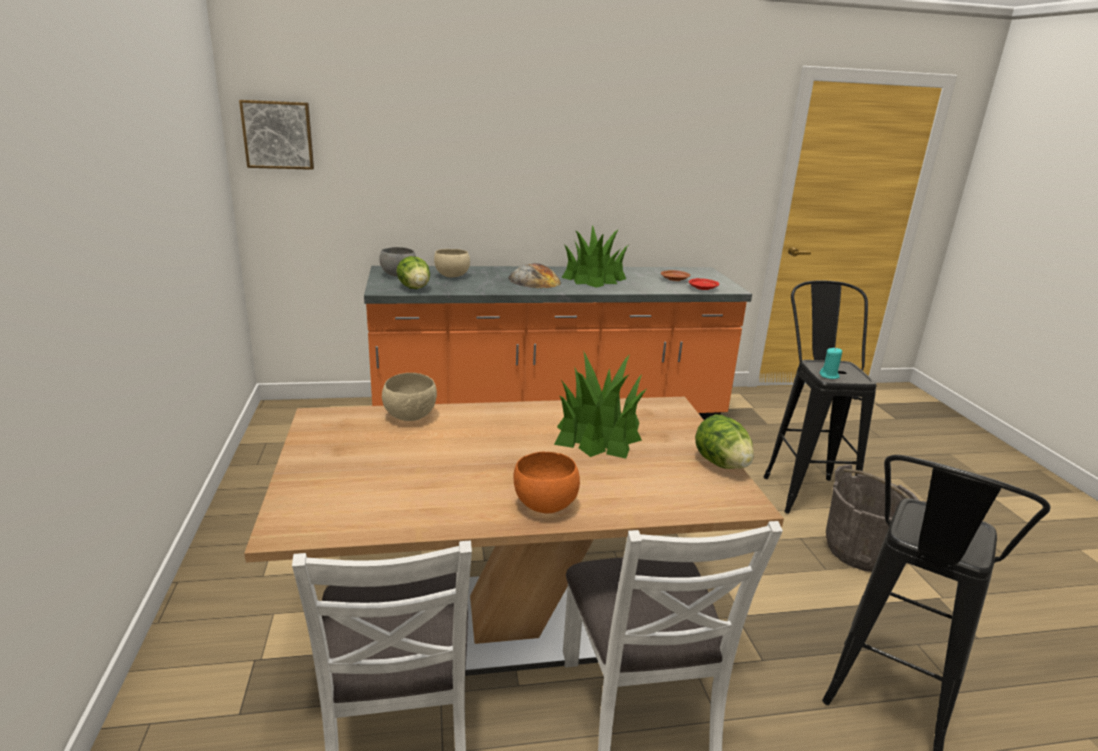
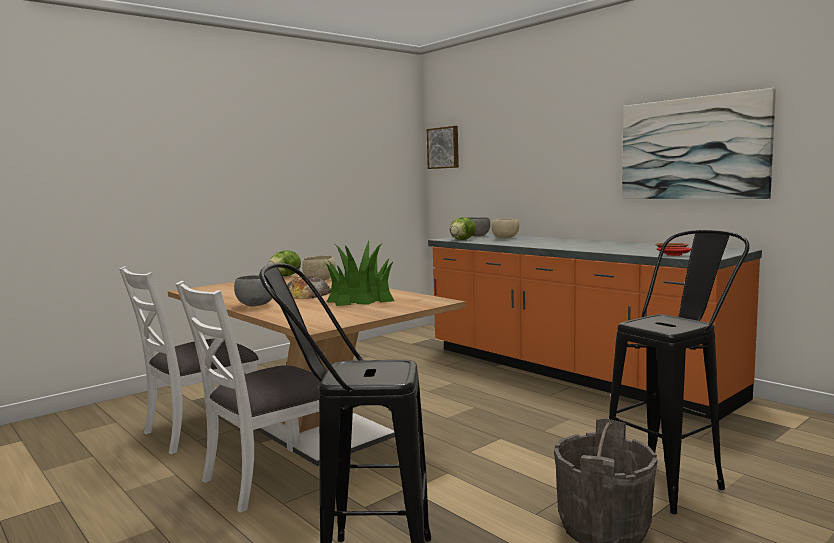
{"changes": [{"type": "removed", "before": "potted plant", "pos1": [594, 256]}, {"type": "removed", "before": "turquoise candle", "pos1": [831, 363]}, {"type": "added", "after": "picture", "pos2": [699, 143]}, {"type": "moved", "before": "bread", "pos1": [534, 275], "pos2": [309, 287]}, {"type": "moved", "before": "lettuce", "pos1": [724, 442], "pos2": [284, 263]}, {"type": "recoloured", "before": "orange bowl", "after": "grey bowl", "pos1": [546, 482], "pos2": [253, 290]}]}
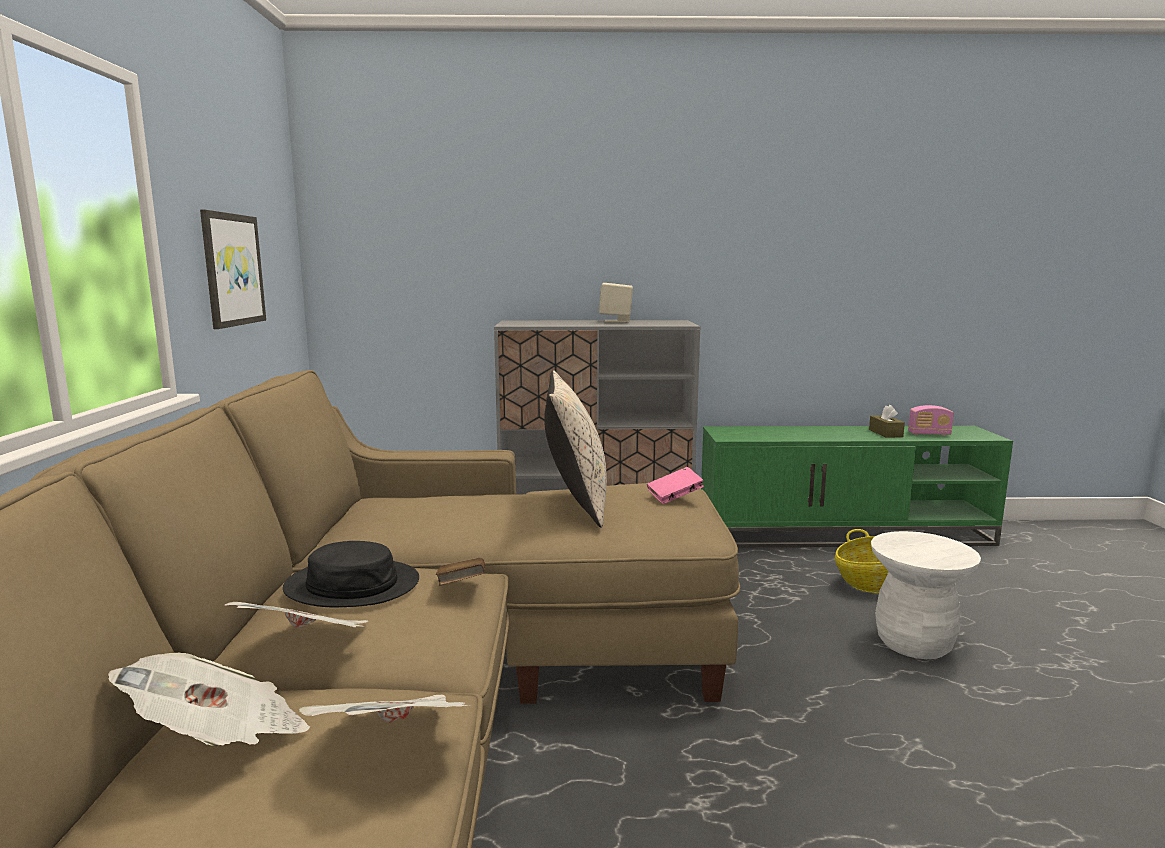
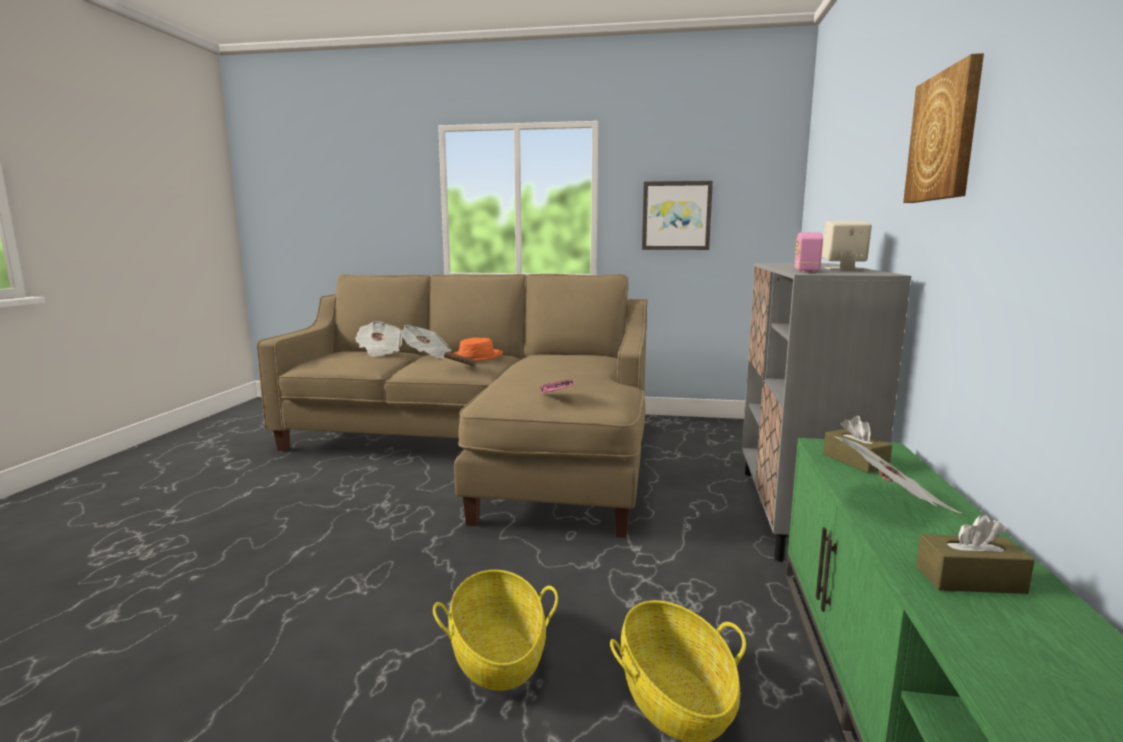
{"changes": [{"type": "removed", "before": "beige pillow", "pos1": [575, 449]}, {"type": "added", "after": "brown tissue box", "pos2": [857, 444]}, {"type": "added", "after": "picture", "pos2": [943, 128]}, {"type": "moved", "before": "newspaper", "pos1": [383, 709], "pos2": [897, 474]}, {"type": "moved", "before": "radio", "pos1": [931, 420], "pos2": [809, 252]}, {"type": "replaced", "before": "white stool", "after": "basket", "pos1": [926, 595], "pos2": [495, 630]}, {"type": "recoloured", "before": "black hat", "after": "orange hat", "pos1": [351, 574], "pos2": [478, 349]}]}
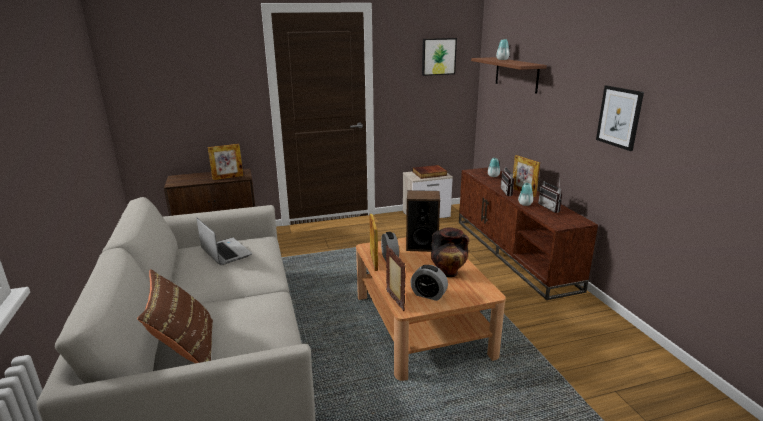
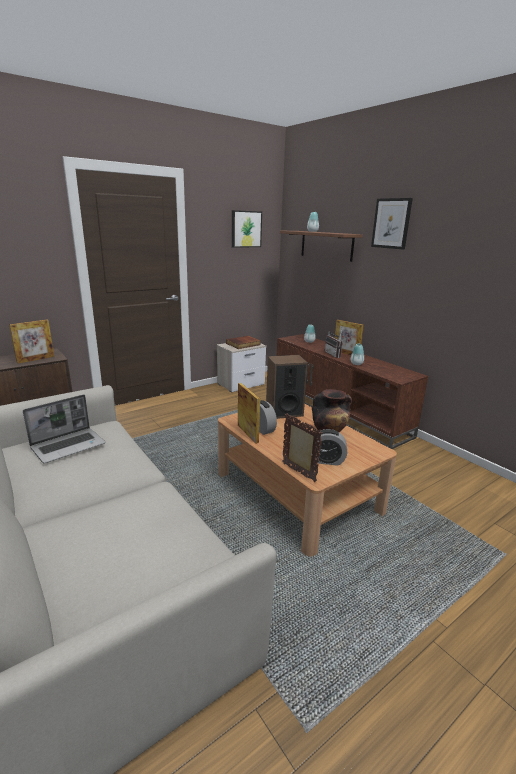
{"changes": [{"type": "removed", "before": "brown pillow", "pos1": [175, 316]}, {"type": "removed", "before": "radio", "pos1": [550, 195]}, {"type": "moved", "before": "picture", "pos1": [620, 118], "pos2": [392, 224]}, {"type": "turned", "before": "laptop", "pos1": [224, 241], "pos2": [64, 429], "turn": 105}]}
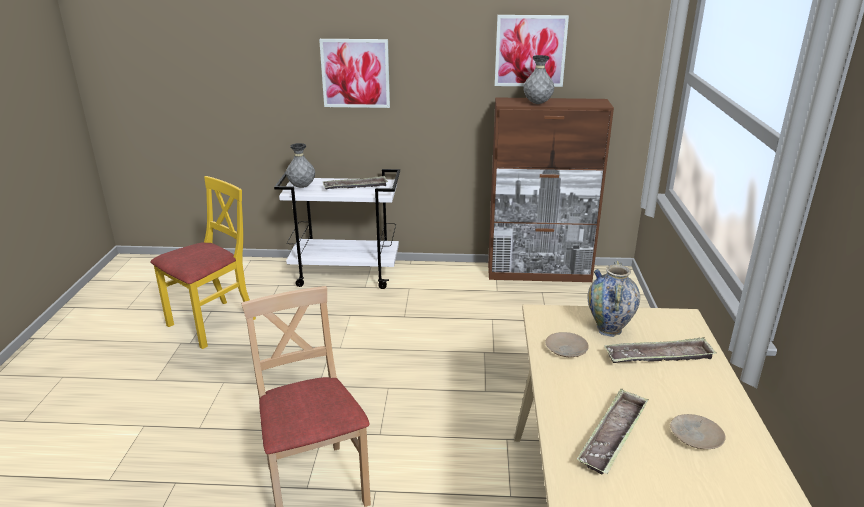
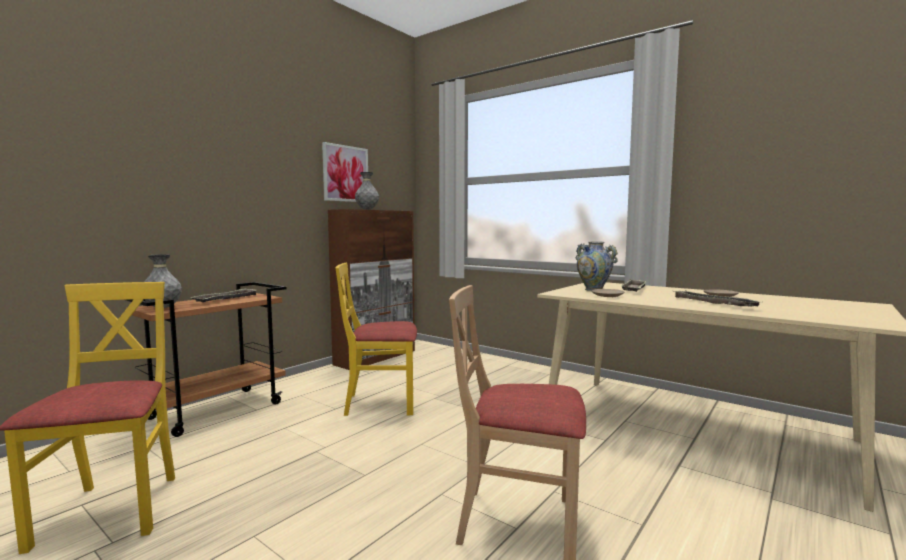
{"changes": [{"type": "removed", "before": "picture", "pos1": [354, 73]}, {"type": "added", "after": "yellow chair", "pos2": [376, 339]}, {"type": "recoloured", "before": "white cart", "after": "brown cart", "pos1": [337, 229], "pos2": [206, 359]}]}
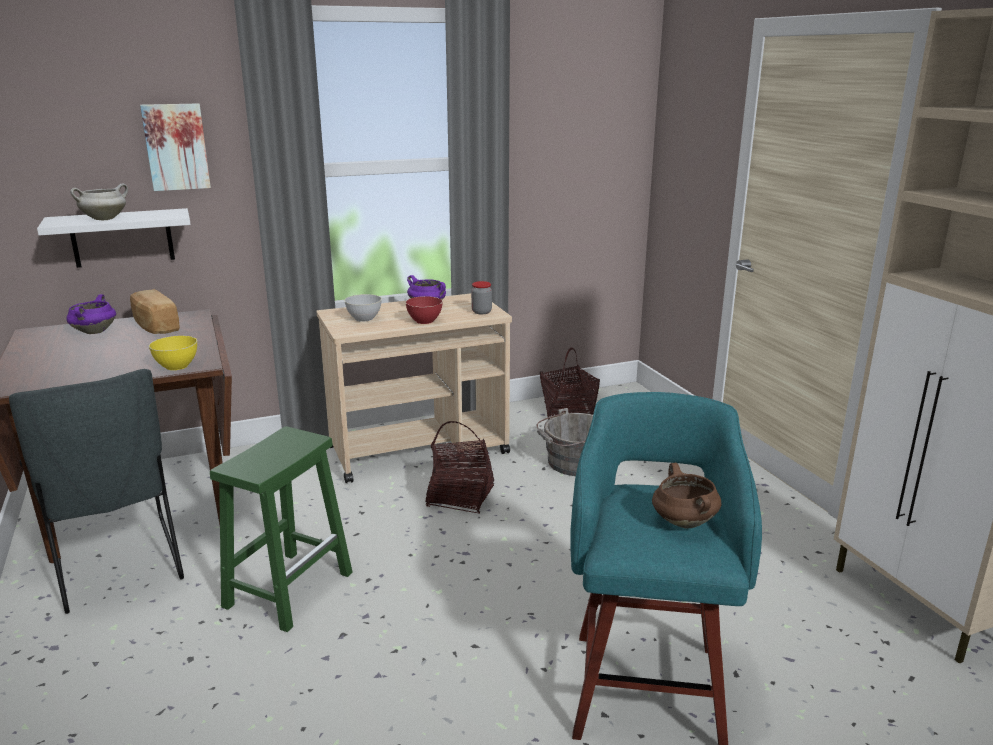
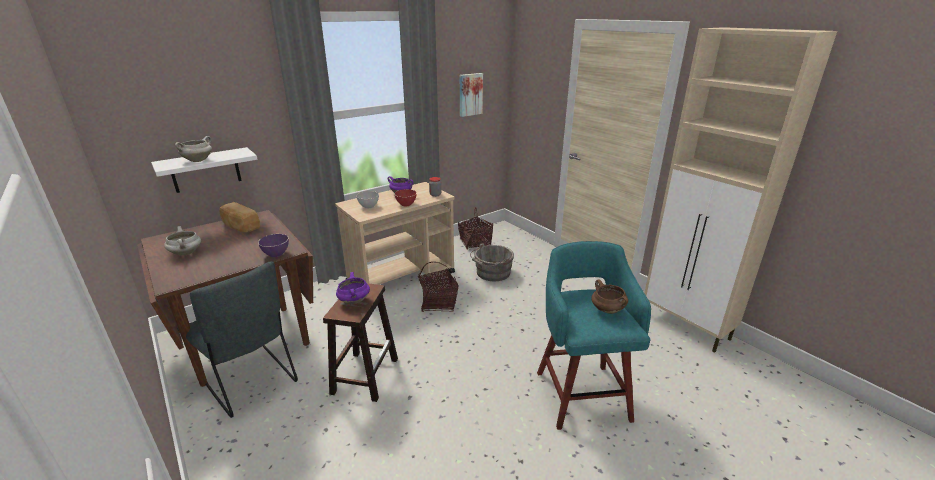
{"changes": [{"type": "added", "after": "white cooking pot", "pos2": [182, 241]}, {"type": "moved", "before": "purple cooking pot", "pos1": [91, 314], "pos2": [353, 288]}, {"type": "moved", "before": "picture", "pos1": [175, 147], "pos2": [471, 95]}, {"type": "recoloured", "before": "yellow bowl", "after": "purple bowl", "pos1": [173, 353], "pos2": [273, 245]}, {"type": "recoloured", "before": "green stool", "after": "brown stool", "pos1": [281, 529], "pos2": [360, 342]}]}
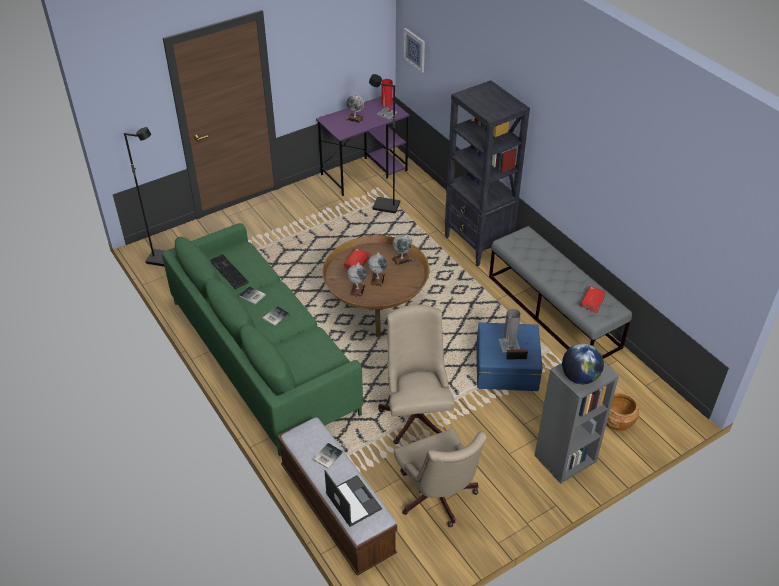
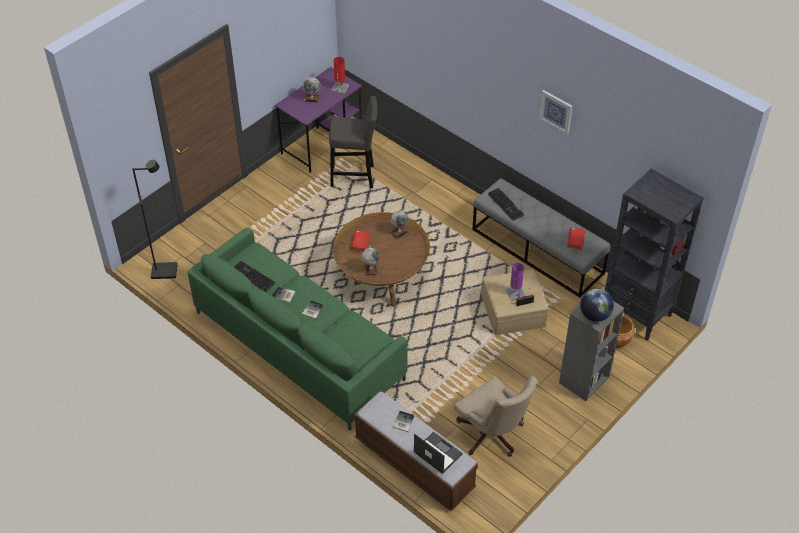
{"changes": [{"type": "removed", "before": "globe", "pos1": [377, 269]}, {"type": "removed", "before": "beige office chair", "pos1": [416, 374]}, {"type": "added", "after": "keyboard", "pos2": [506, 204]}, {"type": "moved", "before": "picture", "pos1": [414, 50], "pos2": [556, 112]}, {"type": "moved", "before": "black bookcase", "pos1": [487, 173], "pos2": [654, 254]}, {"type": "replaced", "before": "black floor lamp", "after": "grey stool", "pos1": [384, 143], "pos2": [353, 142]}, {"type": "recoloured", "before": "blue storage box", "after": "beige storage box", "pos1": [509, 356], "pos2": [515, 302]}, {"type": "recoloured", "before": "grey table lamp", "after": "purple table lamp", "pos1": [510, 331], "pos2": [515, 282]}]}
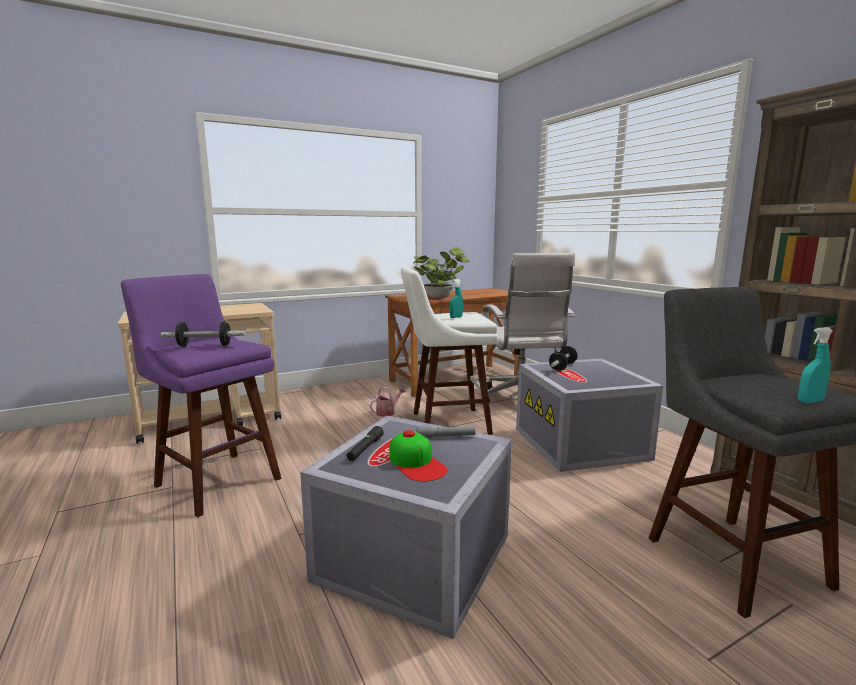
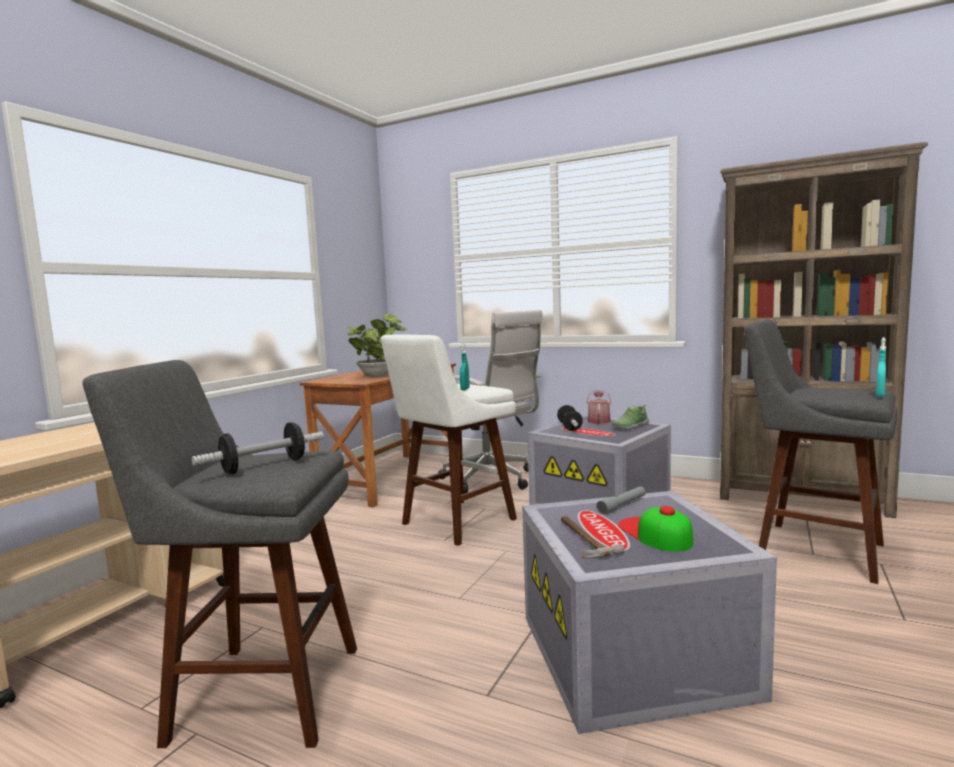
{"changes": [{"type": "added", "after": "shoe", "pos2": [630, 417]}, {"type": "moved", "before": "watering can", "pos1": [388, 401], "pos2": [598, 406]}, {"type": "replaced", "before": "black flashlight", "after": "hammer", "pos1": [365, 443], "pos2": [592, 537]}, {"type": "recoloured", "before": "purple stool", "after": "grey stool", "pos1": [201, 395], "pos2": [220, 554]}, {"type": "turned", "before": "cap", "pos1": [418, 456], "pos2": [655, 529], "turn": -135}]}
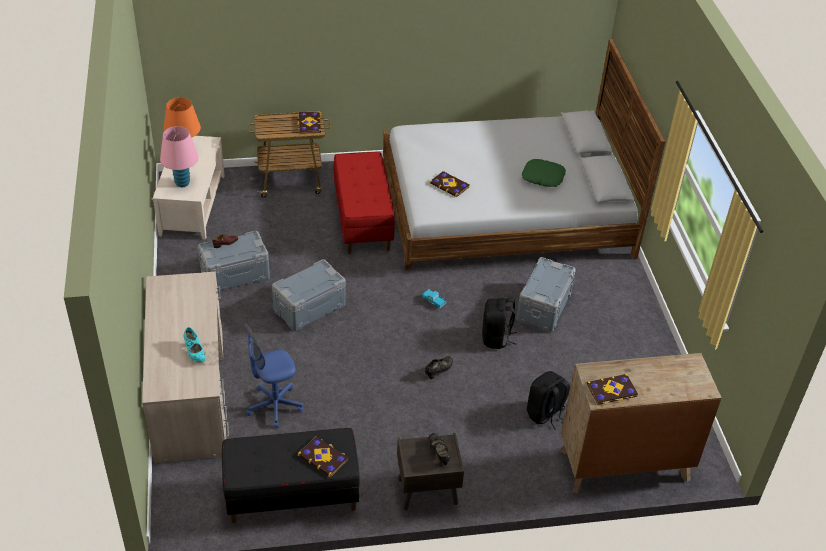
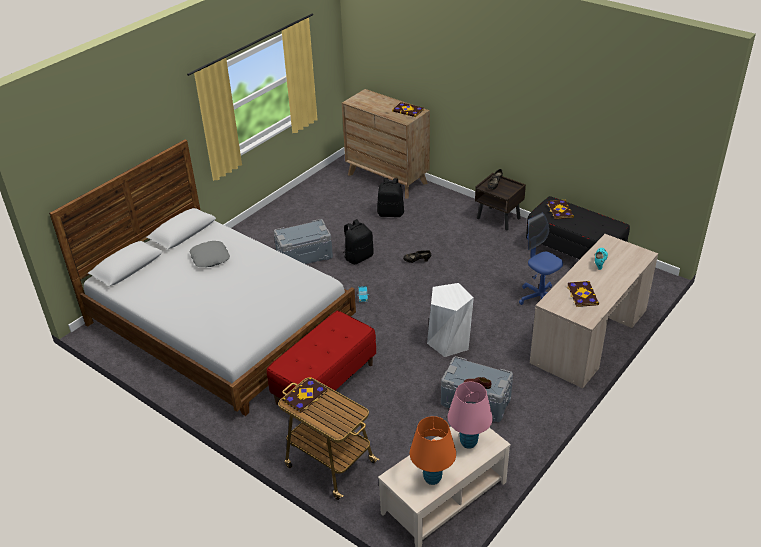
{"changes": [{"type": "moved", "before": "book", "pos1": [450, 184], "pos2": [582, 294]}, {"type": "replaced", "before": "grey storage box", "after": "white stool", "pos1": [309, 295], "pos2": [450, 320]}, {"type": "recoloured", "before": "green pillow", "after": "grey pillow", "pos1": [544, 173], "pos2": [209, 254]}, {"type": "turned", "before": "blue office chair", "pos1": [274, 375], "pos2": [541, 259], "turn": -150}]}
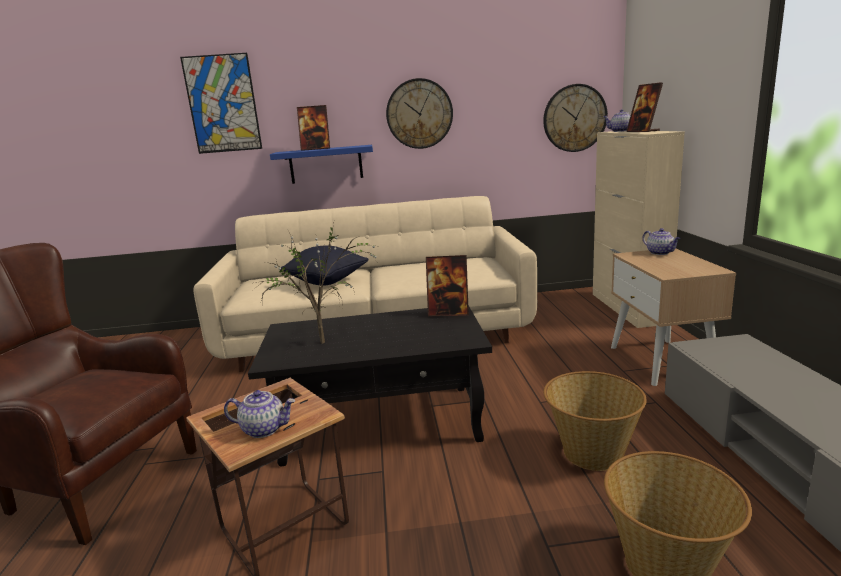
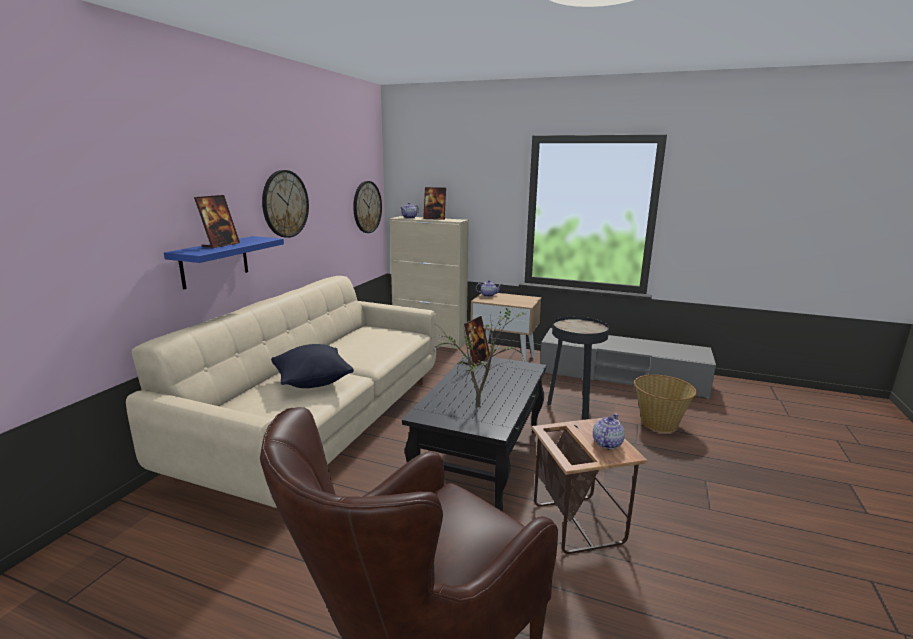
{"changes": [{"type": "removed", "before": "picture", "pos1": [221, 103]}, {"type": "replaced", "before": "basket", "after": "black side table", "pos1": [595, 421], "pos2": [578, 368]}]}
